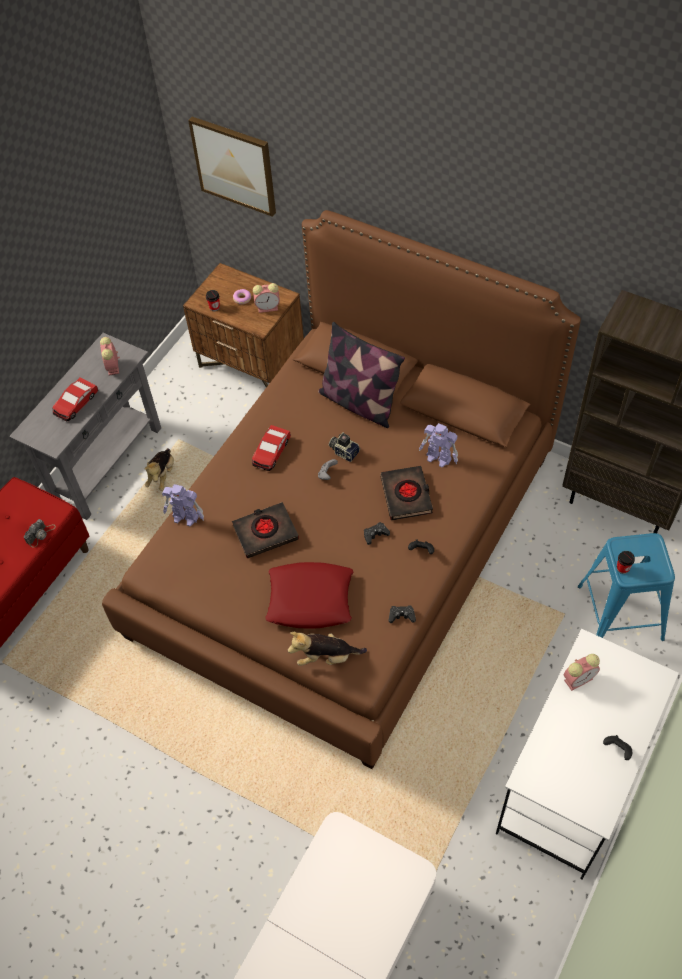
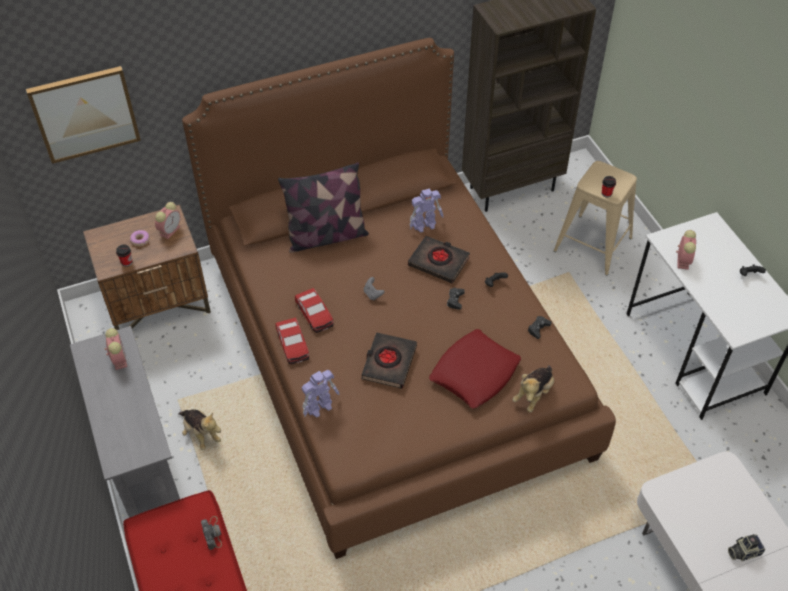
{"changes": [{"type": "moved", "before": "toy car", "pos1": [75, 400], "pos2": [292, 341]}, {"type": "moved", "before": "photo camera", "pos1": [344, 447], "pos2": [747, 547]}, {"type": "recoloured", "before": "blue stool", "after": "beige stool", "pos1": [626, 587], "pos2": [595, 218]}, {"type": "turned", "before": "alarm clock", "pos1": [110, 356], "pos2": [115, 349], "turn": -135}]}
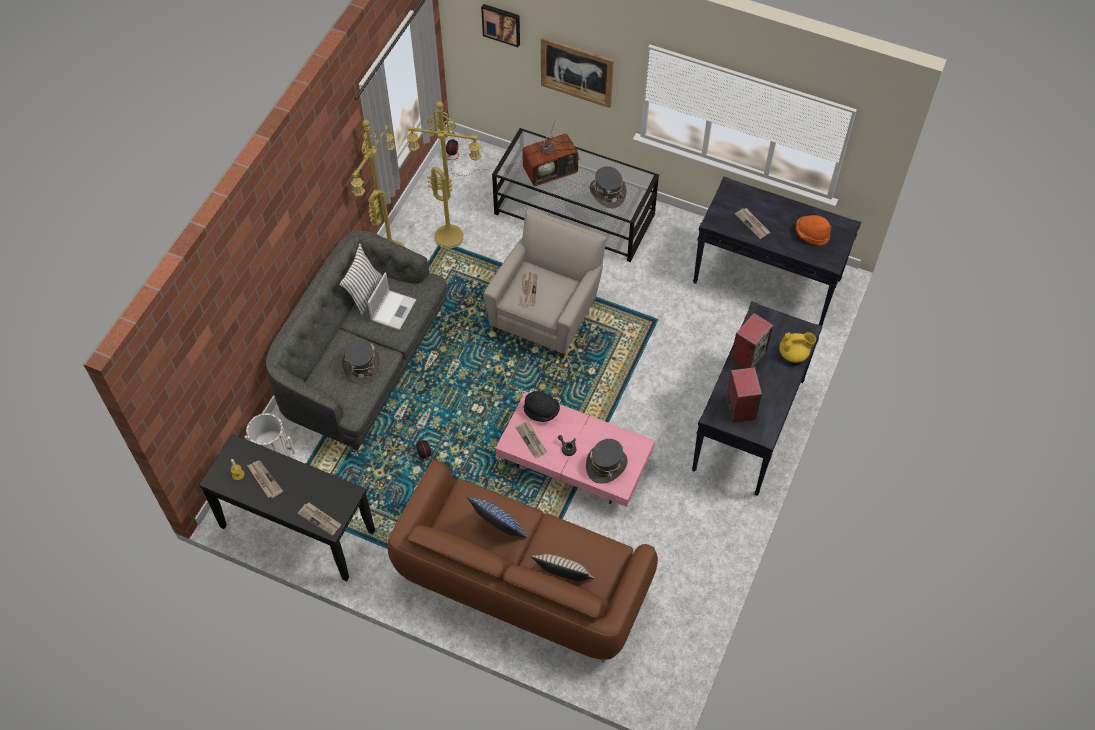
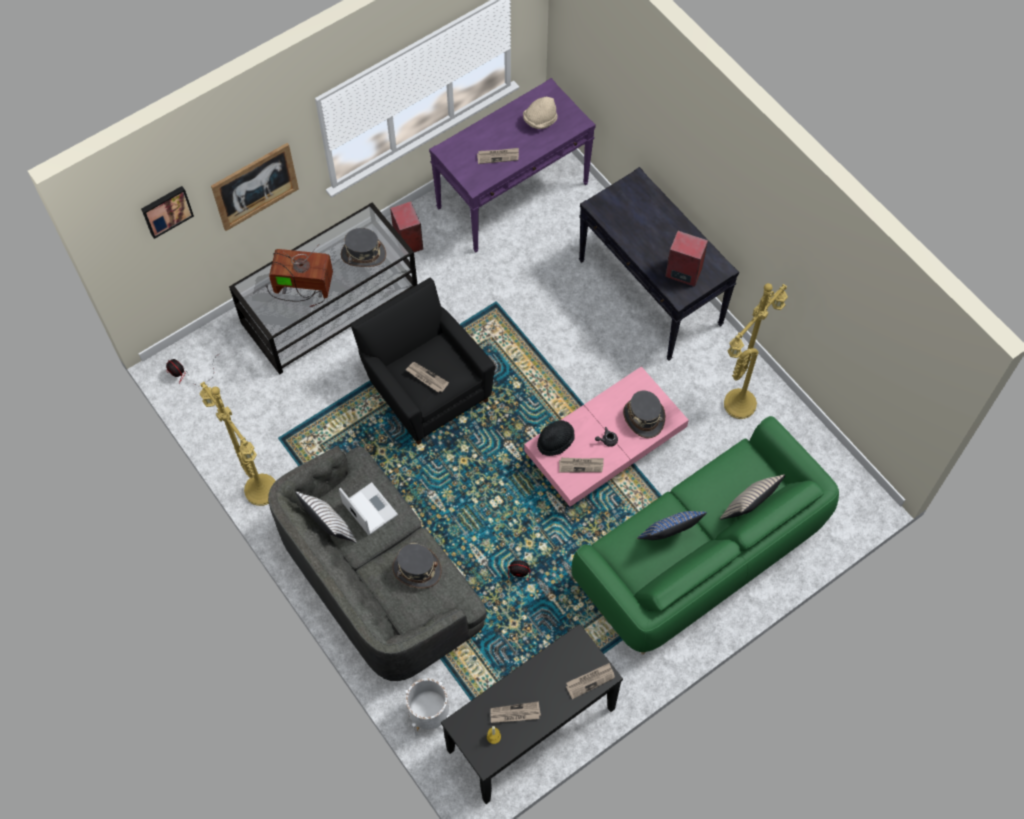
{"changes": [{"type": "removed", "before": "yellow teapot", "pos1": [797, 347]}, {"type": "moved", "before": "yellow floor lamp", "pos1": [443, 174], "pos2": [756, 351]}, {"type": "moved", "before": "speaker", "pos1": [751, 341], "pos2": [406, 226]}, {"type": "recoloured", "before": "brown sofa", "after": "green sofa", "pos1": [523, 561], "pos2": [705, 535]}, {"type": "recoloured", "before": "beige armchair", "after": "black armchair", "pos1": [545, 283], "pos2": [423, 361]}, {"type": "recoloured", "before": "black console table", "after": "purple console table", "pos1": [777, 251], "pos2": [512, 165]}, {"type": "recoloured", "before": "orange hat", "after": "beige hat", "pos1": [813, 230], "pos2": [540, 113]}, {"type": "turned", "before": "television", "pos1": [551, 153], "pos2": [299, 275], "turn": -90}]}
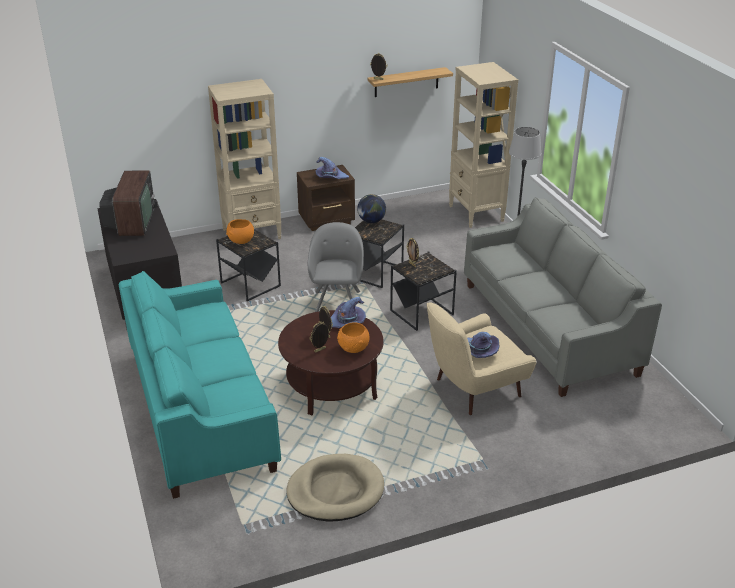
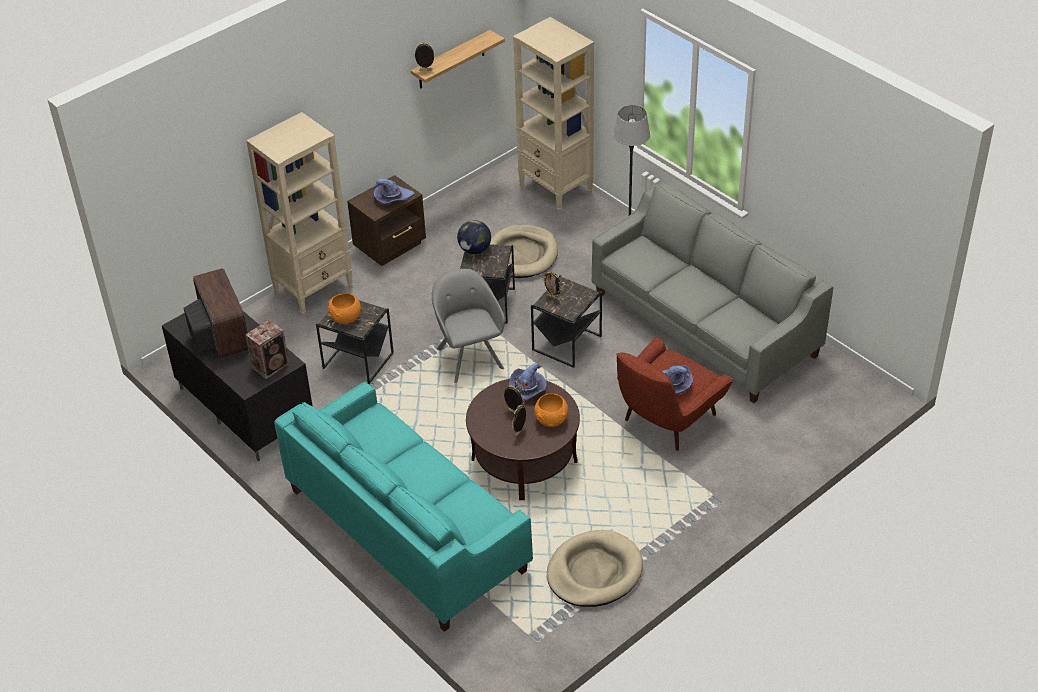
{"changes": [{"type": "added", "after": "speaker", "pos2": [267, 349]}, {"type": "added", "after": "beige dog bed", "pos2": [524, 251]}, {"type": "recoloured", "before": "beige armchair", "after": "red armchair", "pos1": [482, 358], "pos2": [674, 394]}]}
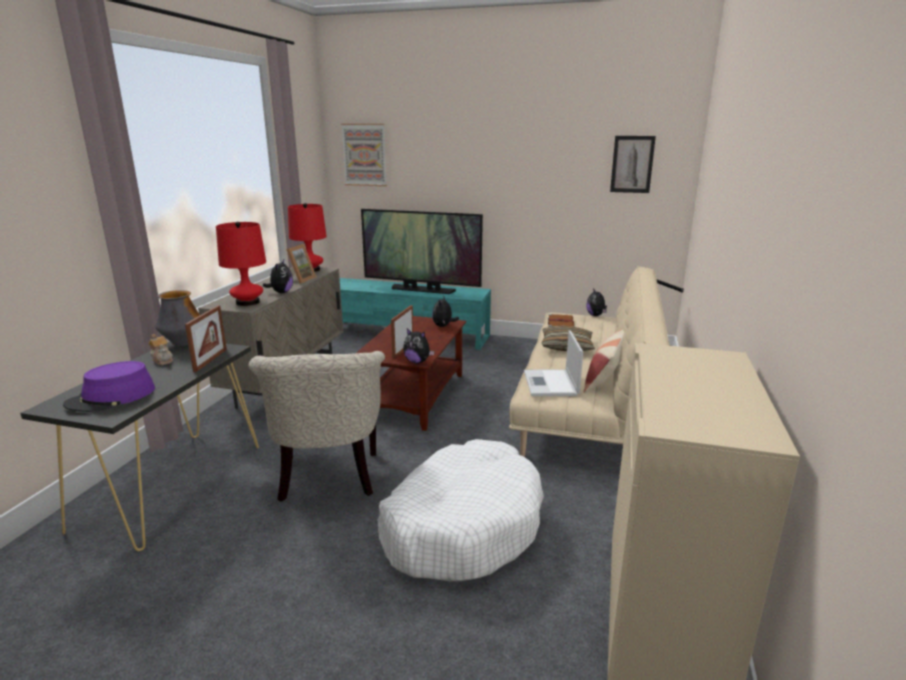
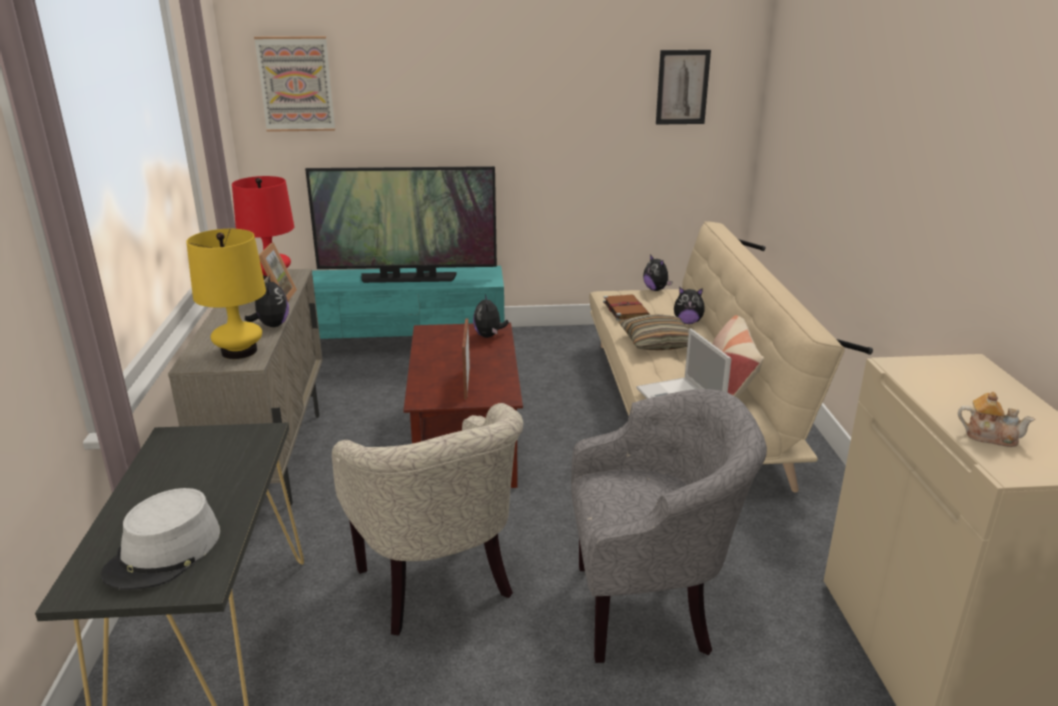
{"changes": [{"type": "removed", "before": "vase", "pos1": [177, 318]}, {"type": "removed", "before": "picture frame", "pos1": [206, 338]}, {"type": "moved", "before": "teapot", "pos1": [160, 349], "pos2": [996, 419]}, {"type": "moved", "before": "plush toy", "pos1": [419, 346], "pos2": [689, 305]}, {"type": "replaced", "before": "white dog bed", "after": "grey armchair", "pos1": [461, 510], "pos2": [669, 526]}, {"type": "recoloured", "before": "purple hat", "after": "grey hat", "pos1": [109, 386], "pos2": [160, 539]}, {"type": "recoloured", "before": "red table lamp", "after": "yellow table lamp", "pos1": [241, 264], "pos2": [226, 294]}]}
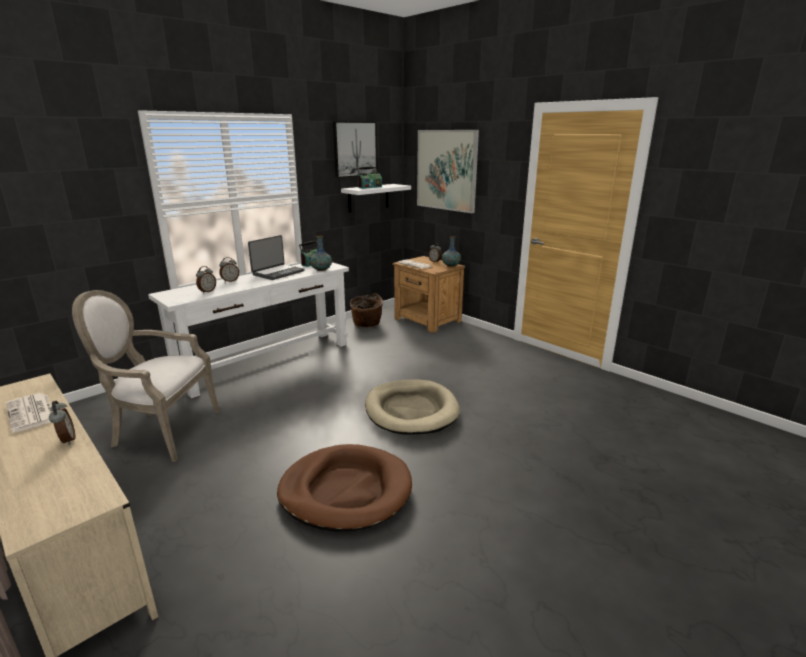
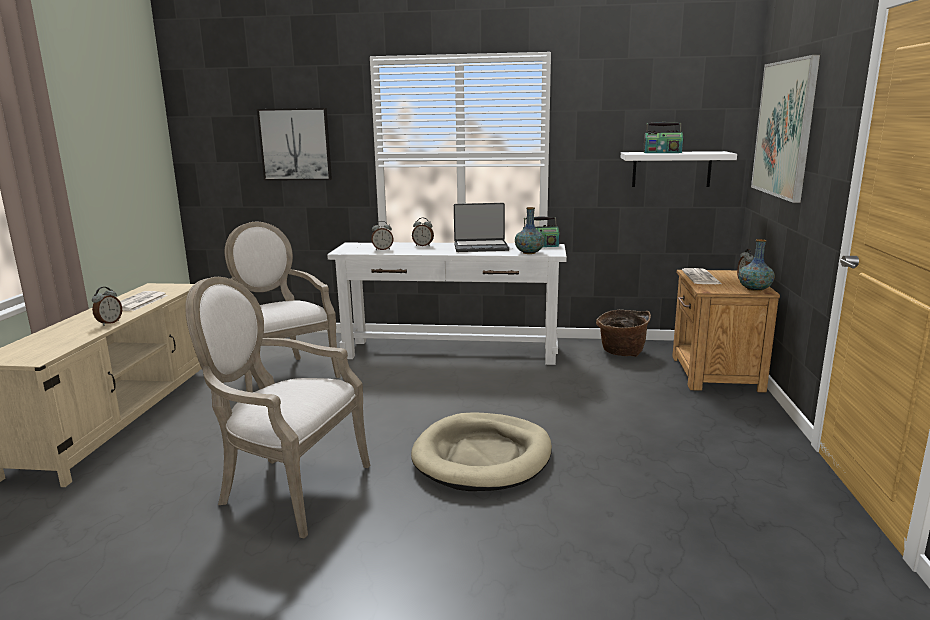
{"changes": [{"type": "moved", "before": "picture", "pos1": [355, 149], "pos2": [294, 144]}, {"type": "replaced", "before": "brown dog bed", "after": "armchair", "pos1": [344, 488], "pos2": [277, 408]}]}
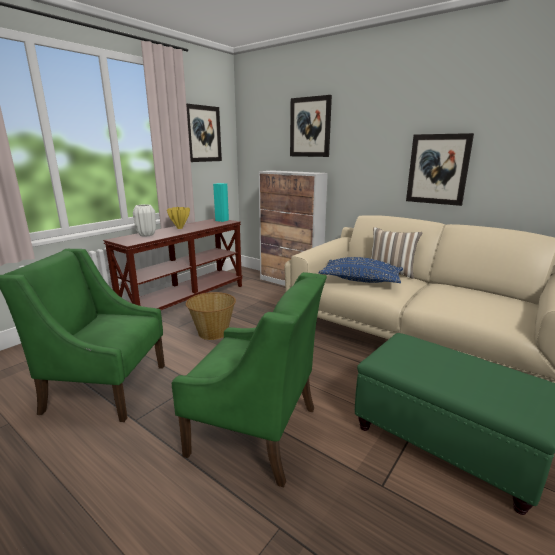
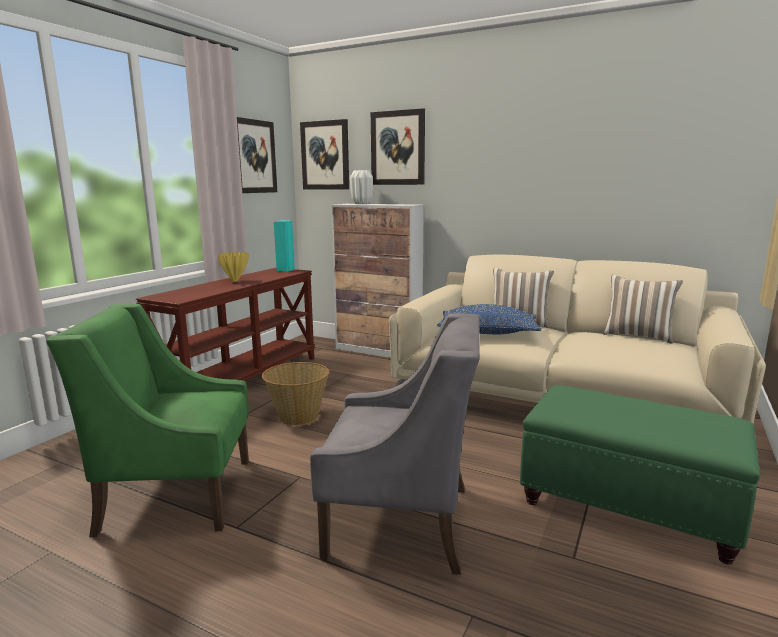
{"changes": [{"type": "added", "after": "pillow", "pos2": [643, 309]}, {"type": "moved", "before": "white vase", "pos1": [144, 220], "pos2": [361, 187]}, {"type": "moved", "before": "picture", "pos1": [440, 169], "pos2": [324, 154]}, {"type": "recoloured", "before": "green armchair", "after": "grey armchair", "pos1": [249, 380], "pos2": [395, 444]}]}
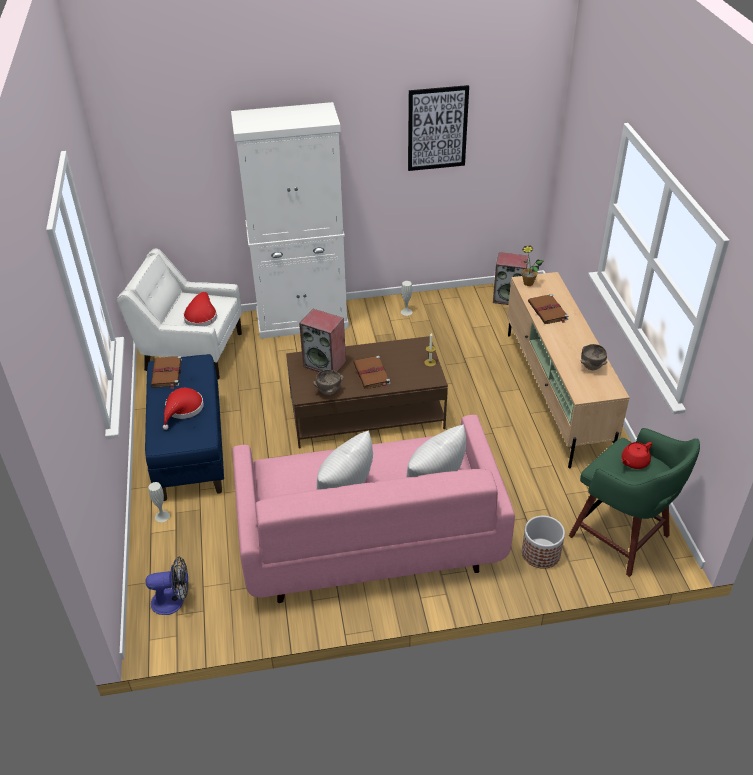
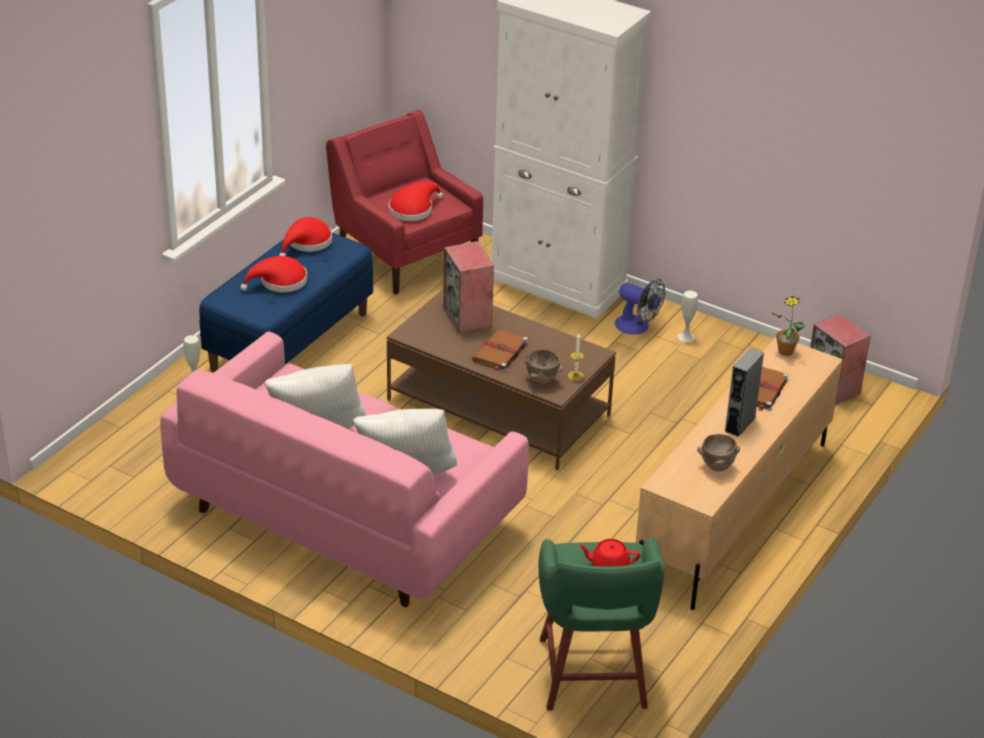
{"changes": [{"type": "removed", "before": "picture", "pos1": [438, 128]}, {"type": "removed", "before": "planter", "pos1": [543, 542]}, {"type": "added", "after": "grey speaker", "pos2": [744, 392]}, {"type": "moved", "before": "fan", "pos1": [166, 585], "pos2": [640, 307]}, {"type": "moved", "before": "brown bowl", "pos1": [328, 383], "pos2": [543, 366]}, {"type": "replaced", "before": "brown book", "after": "red hat", "pos1": [166, 372], "pos2": [305, 236]}, {"type": "recoloured", "before": "white armchair", "after": "red armchair", "pos1": [179, 314], "pos2": [404, 202]}]}
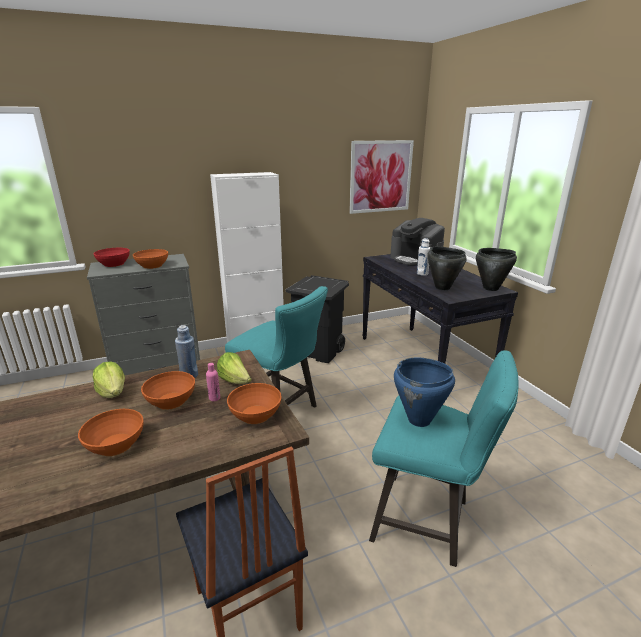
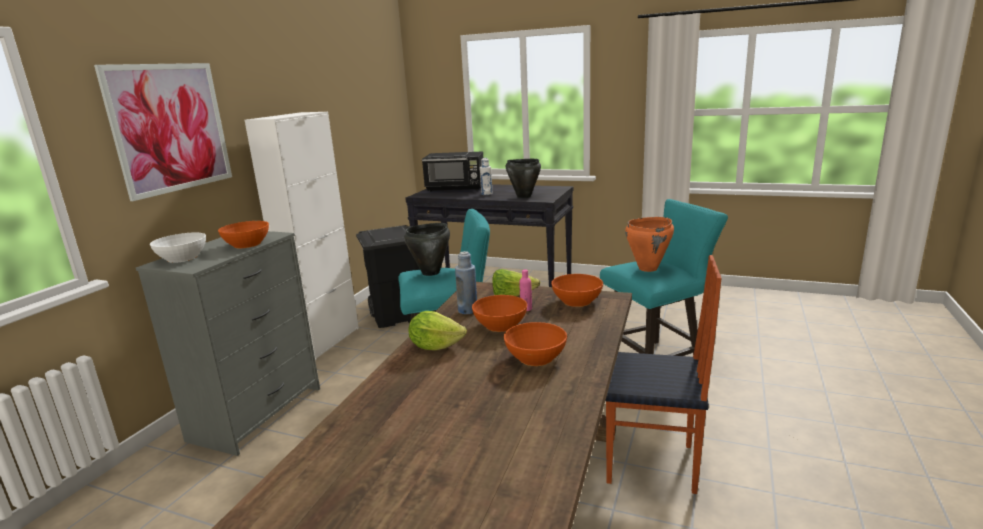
{"changes": [{"type": "moved", "before": "picture", "pos1": [381, 177], "pos2": [163, 132]}, {"type": "moved", "before": "black cooking pot", "pos1": [496, 269], "pos2": [427, 249]}, {"type": "replaced", "before": "coffee machine", "after": "black microwave", "pos1": [417, 242], "pos2": [452, 171]}, {"type": "recoloured", "before": "red bowl", "after": "white bowl", "pos1": [111, 257], "pos2": [178, 248]}, {"type": "recoloured", "before": "blue cooking pot", "after": "orange cooking pot", "pos1": [424, 392], "pos2": [649, 244]}]}
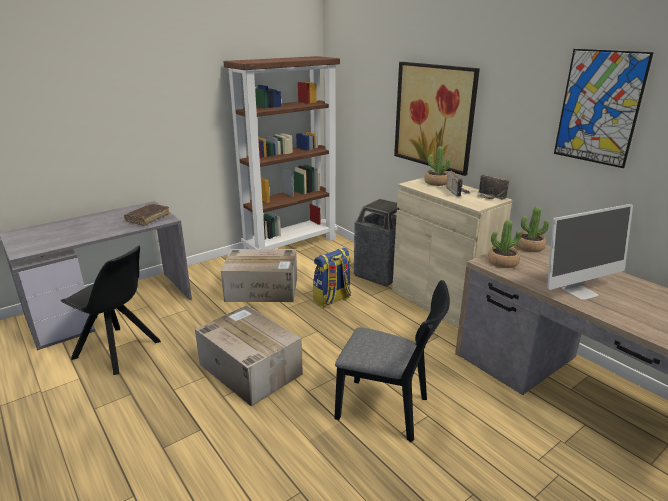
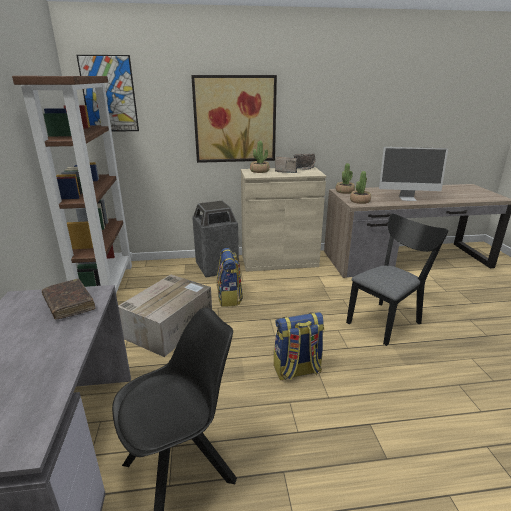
{"changes": [{"type": "moved", "before": "picture", "pos1": [604, 108], "pos2": [108, 93]}, {"type": "replaced", "before": "cardboard box", "after": "backpack", "pos1": [249, 356], "pos2": [299, 346]}, {"type": "turned", "before": "monitor", "pos1": [590, 252], "pos2": [413, 174], "turn": 90}]}
